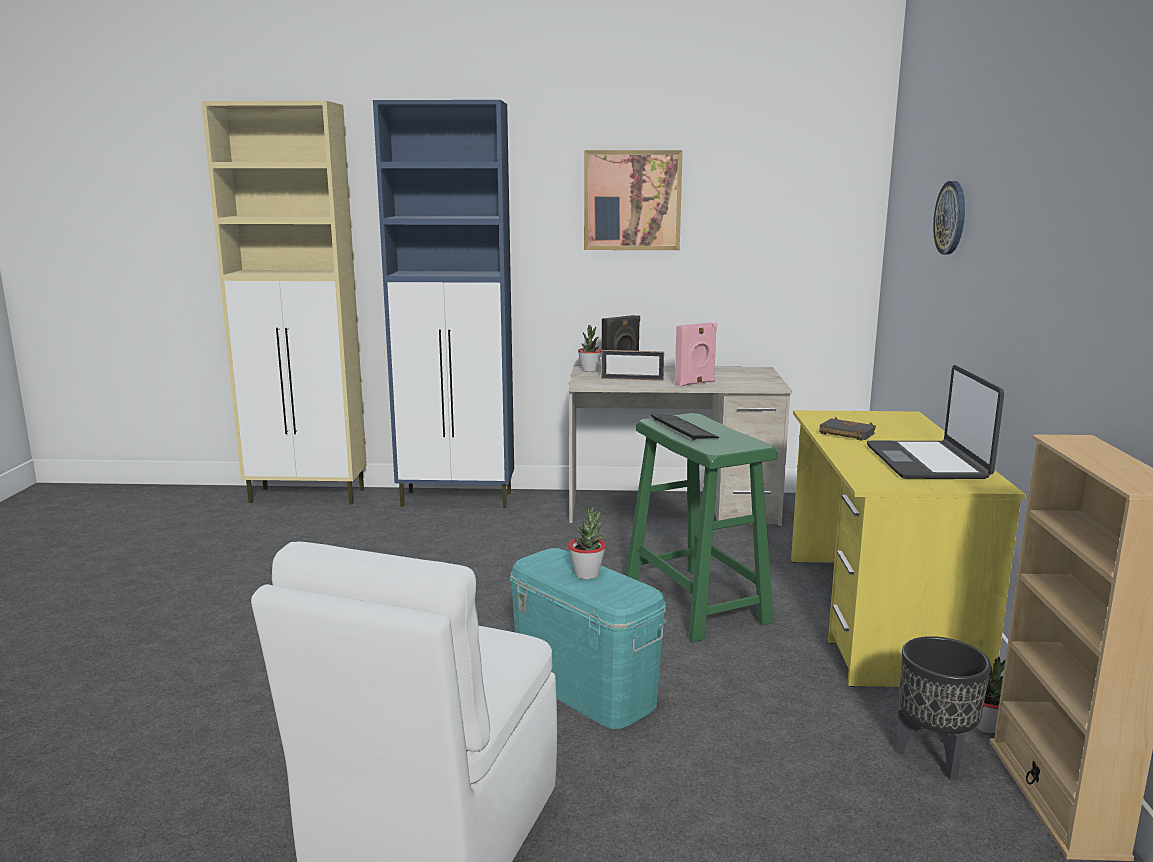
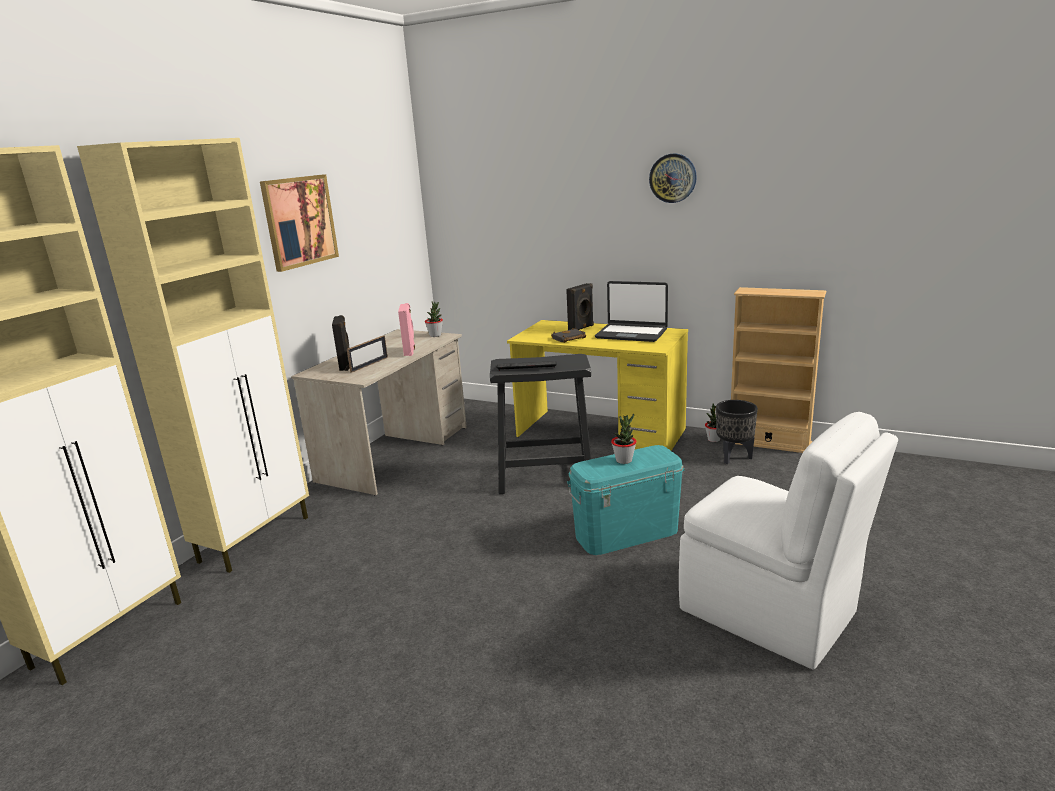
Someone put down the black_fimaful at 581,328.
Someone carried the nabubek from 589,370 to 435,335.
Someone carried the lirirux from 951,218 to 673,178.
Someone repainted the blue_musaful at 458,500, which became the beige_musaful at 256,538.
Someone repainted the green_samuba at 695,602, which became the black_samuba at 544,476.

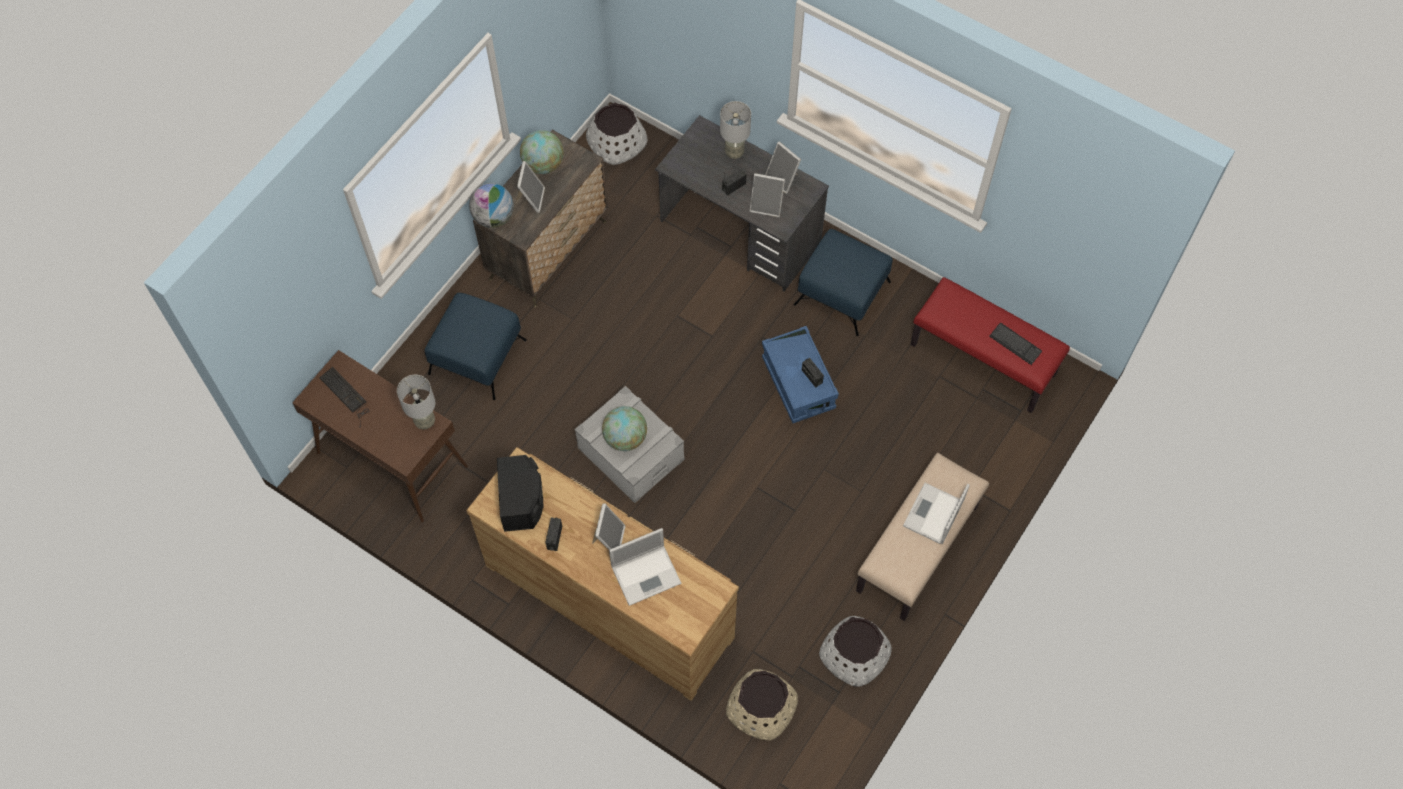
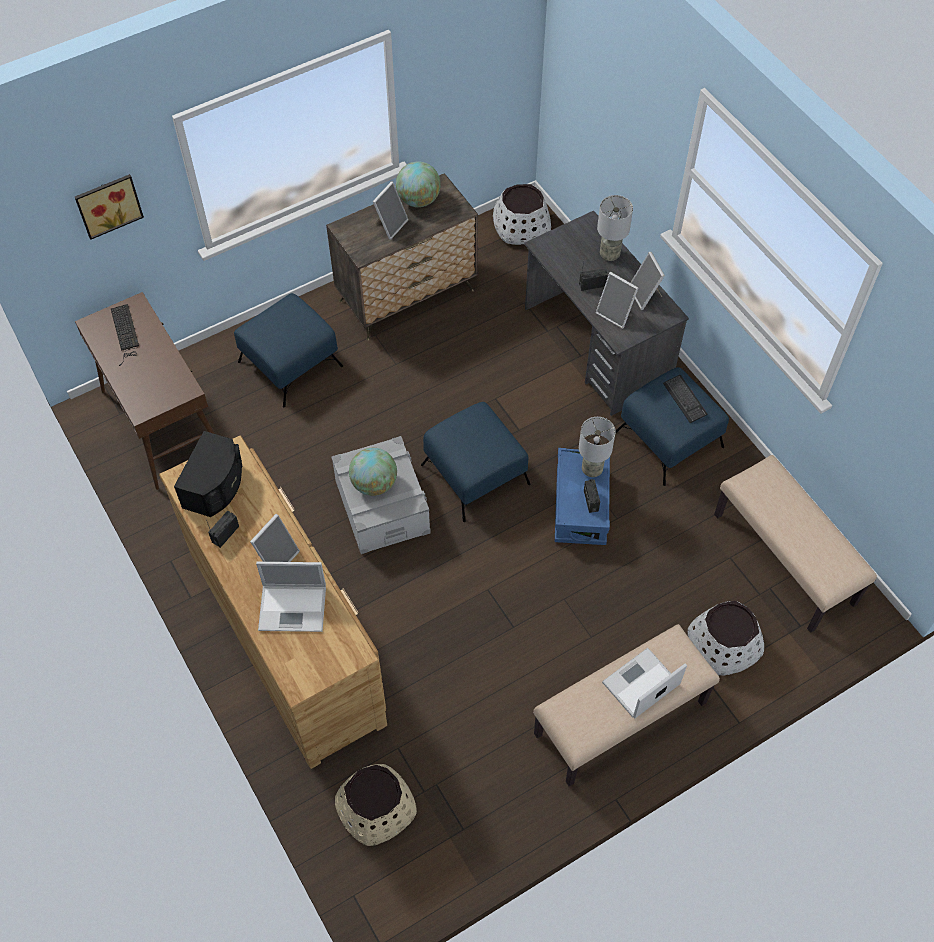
Someone took away the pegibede at 494,217.
Someone put up the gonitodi at 108,204.
Someone put down the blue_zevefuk at 475,475.
Someone carried the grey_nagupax from 424,421 to 591,470.
Someone carried the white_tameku from 854,654 to 723,645.
Someone carried the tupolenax from 1015,344 to 684,399.
Someone repainted the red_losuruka at 983,359, which became the beige_losuruka at 785,559.

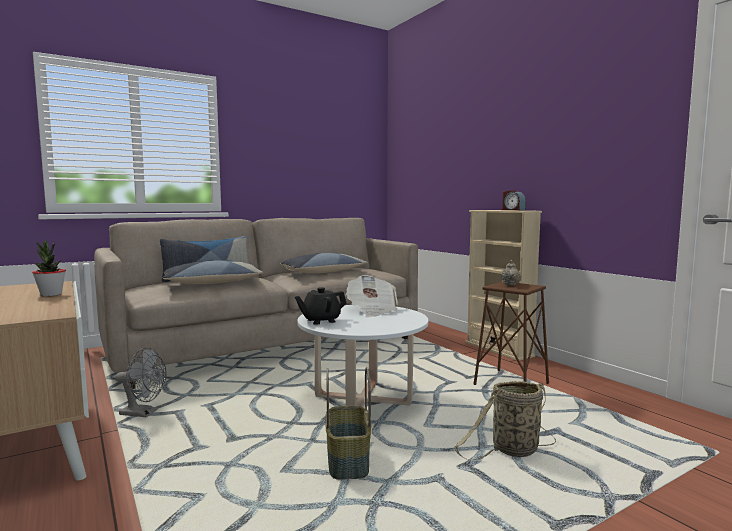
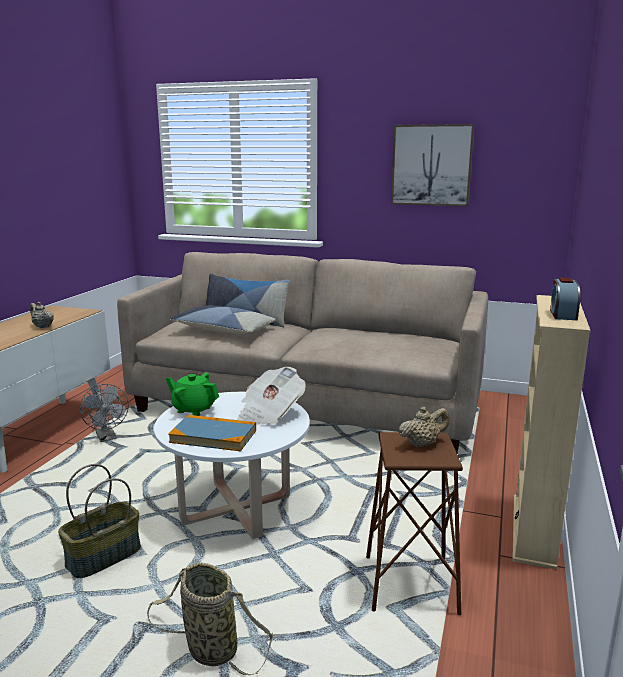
Someone took away the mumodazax at 323,272.
Someone put down the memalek at 213,436.
Someone put up the gonitodi at 431,165.
Someone swapped the nabubek at 51,294 for the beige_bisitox at 42,326.
Someone repainted the black_bisitox at 321,321, which became the green_bisitox at 193,409.

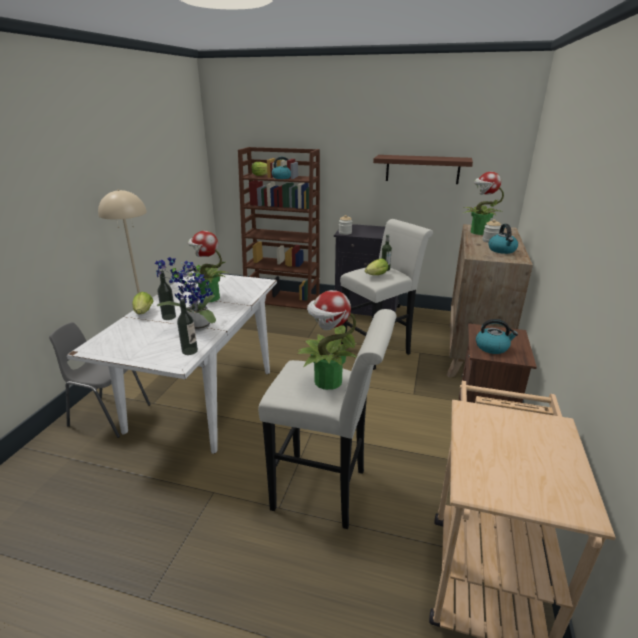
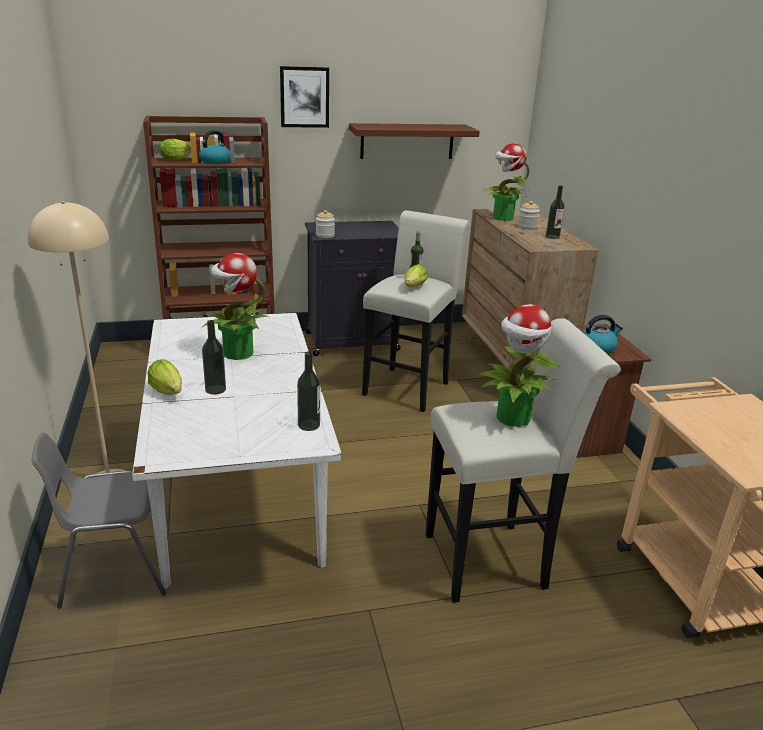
Someone took away the nabubek at 196,327.
Someone put up the gonitodi at 304,97.
Someone swapped the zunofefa at 502,250 for the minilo at 552,237.

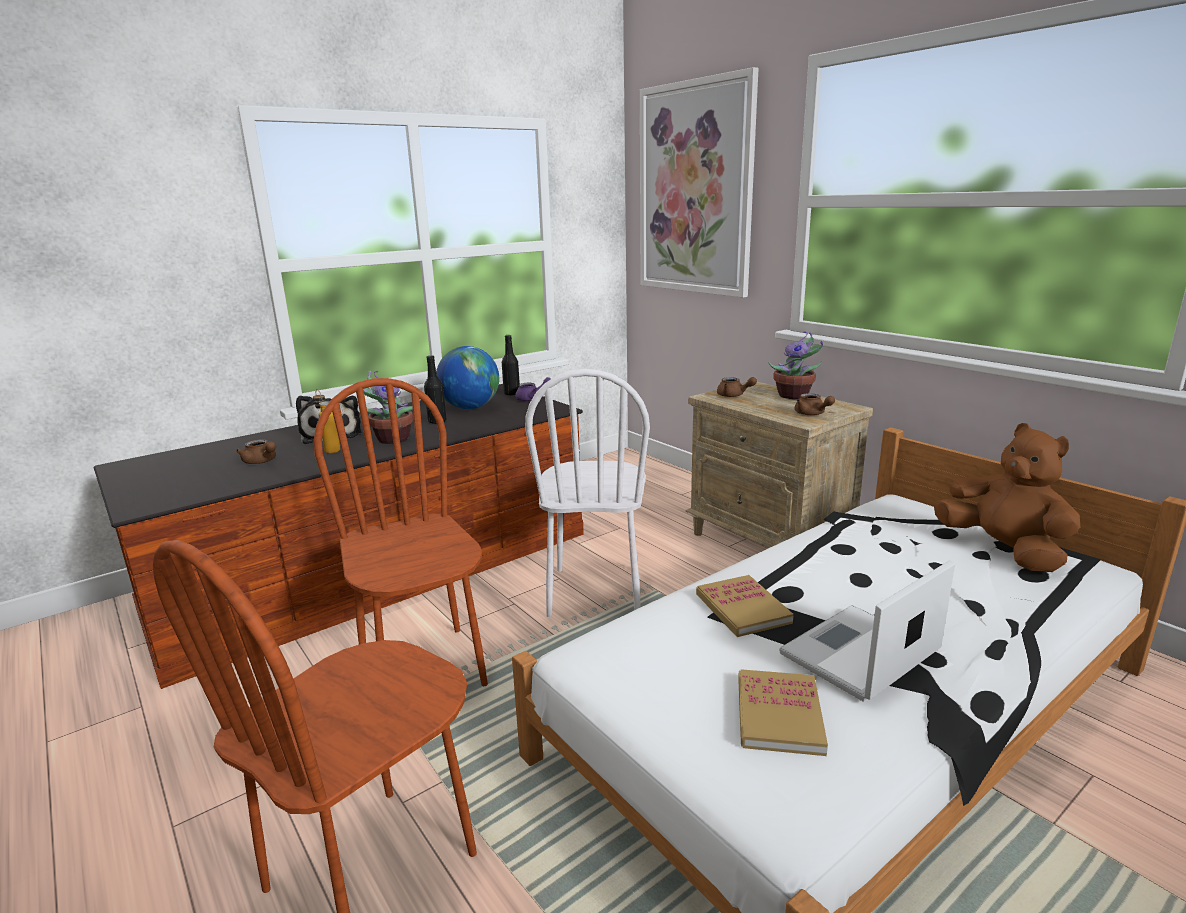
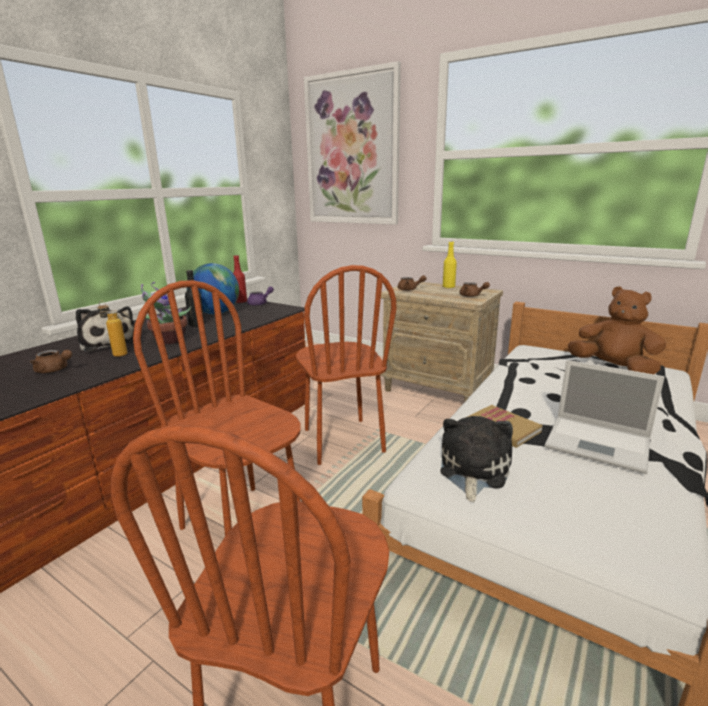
Someone took away the memalek at 779,715.
Someone put down the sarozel at 472,470.
Someone swapped the nabubek at 795,396 for the yellow_minilo at 448,287.
Someone repainted the black_minilo at 512,393, which became the red_minilo at 240,301.
Someone repainted the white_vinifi at 595,592, which became the brown_vinifi at 342,440.
Someone rotated the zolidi at 858,654 by 90 degrees counterclockwise.

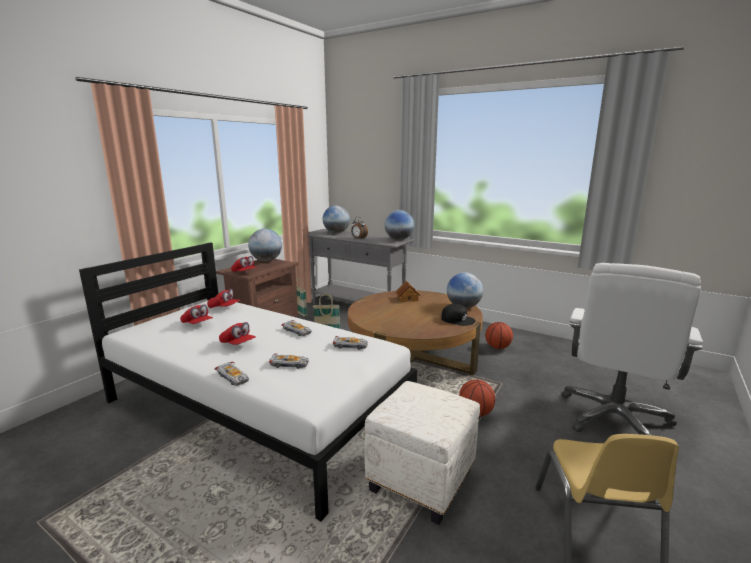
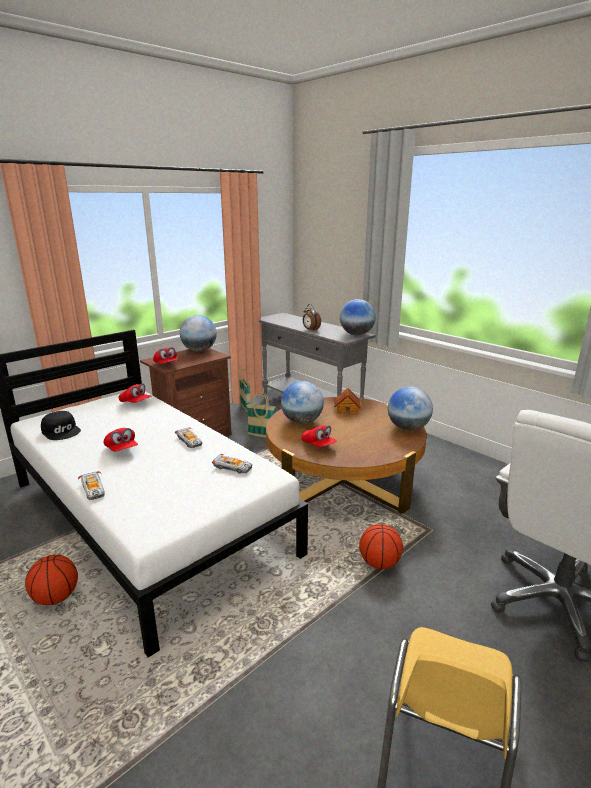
Someone took away the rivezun at 289,364.
Someone took away the white_zevefuk at 421,479.
Someone carried the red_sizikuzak from 197,324 to 318,445.
Someone carried the pegibede from 336,232 to 302,421.
Someone carried the black_sizikuzak from 458,319 to 62,431.
Someone carried the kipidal from 497,347 to 56,597.

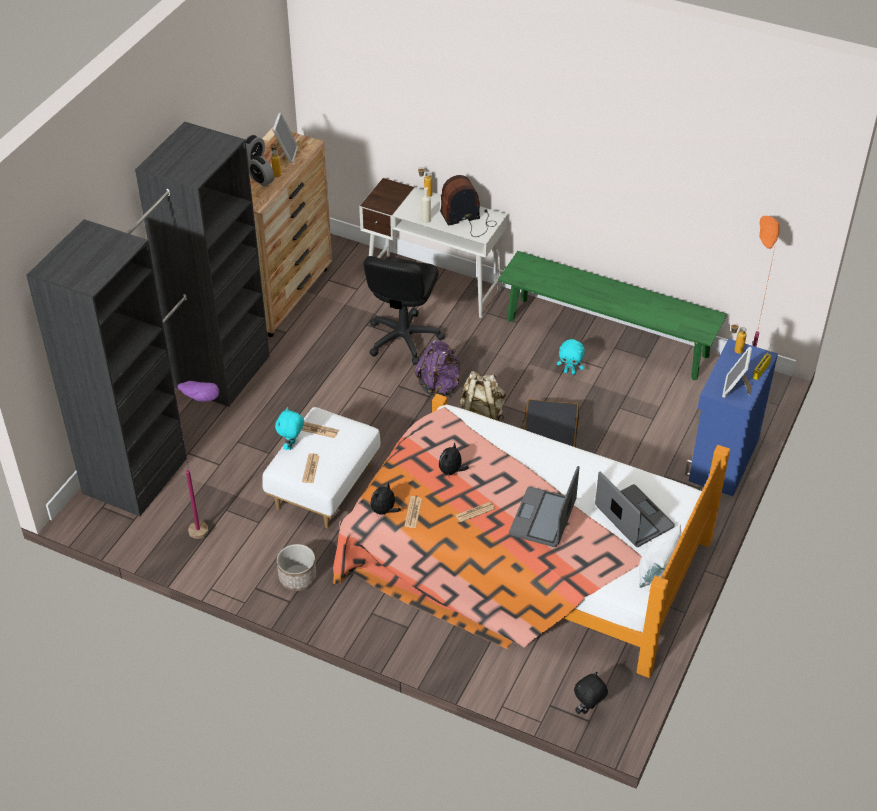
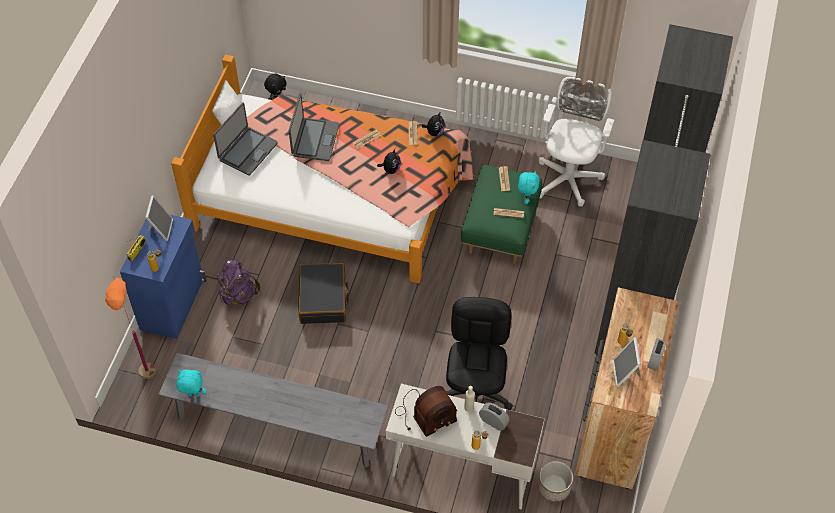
Someone took away the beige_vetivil at 481,414.
Someone carried the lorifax from 261,180 to 493,422.
Someone carried the tameku from 297,578 to 554,488.
Someone carried the purple_vetivil from 439,386 to 238,294.
Someone carried the turquoise_sarozel from 570,372 to 193,395.
Someone swapped the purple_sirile at 215,538 for the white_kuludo at 568,177.
Someone repainted the white_zevefuk at 324,488, which became the green_zevefuk at 499,229.
Someone repainted the green_losuruka at 606,338, which became the grey_losuruka at 278,426.
Someone rotated the zolidi at 633,517 by 105 degrees counterclockwise.

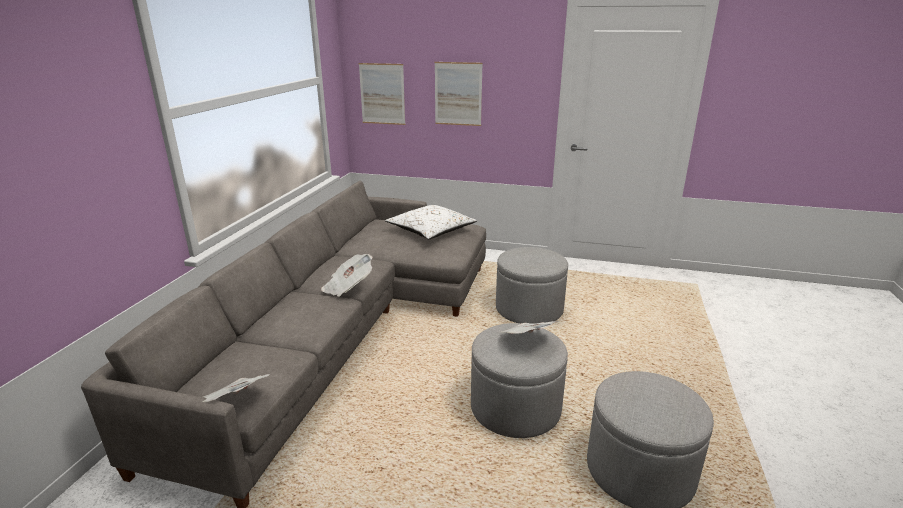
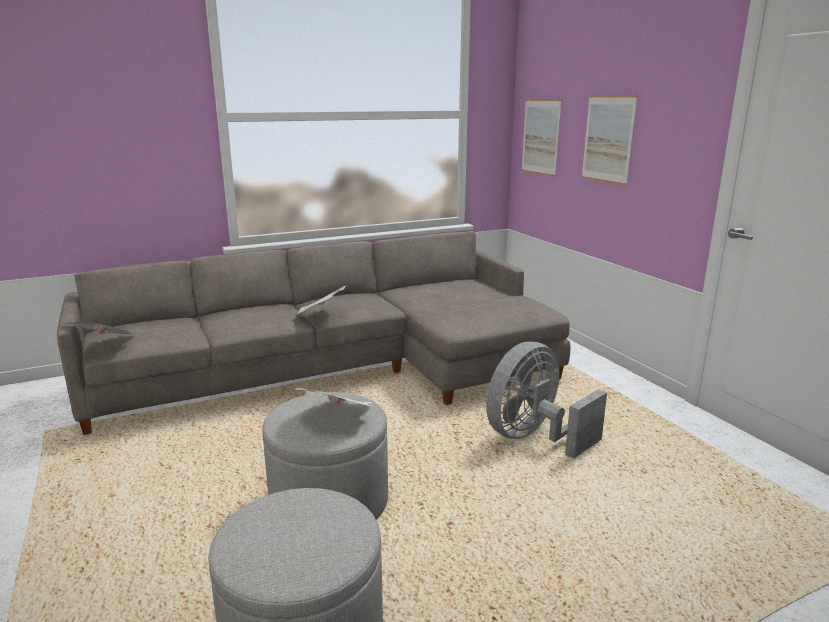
Someone took away the white_mumodazax at 431,231.
Someone swapped the grey_zevefuk at 529,309 for the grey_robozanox at 534,437.

